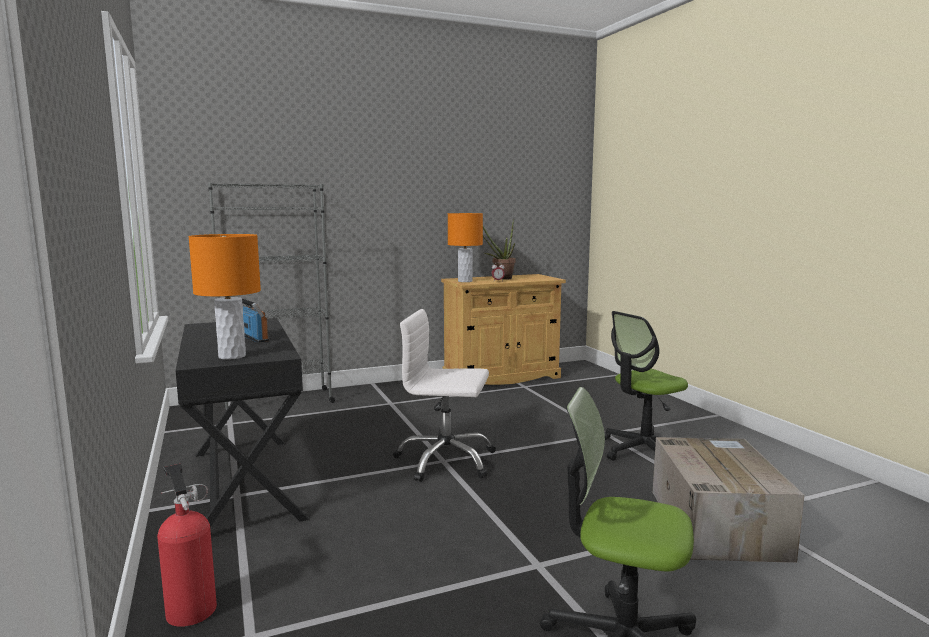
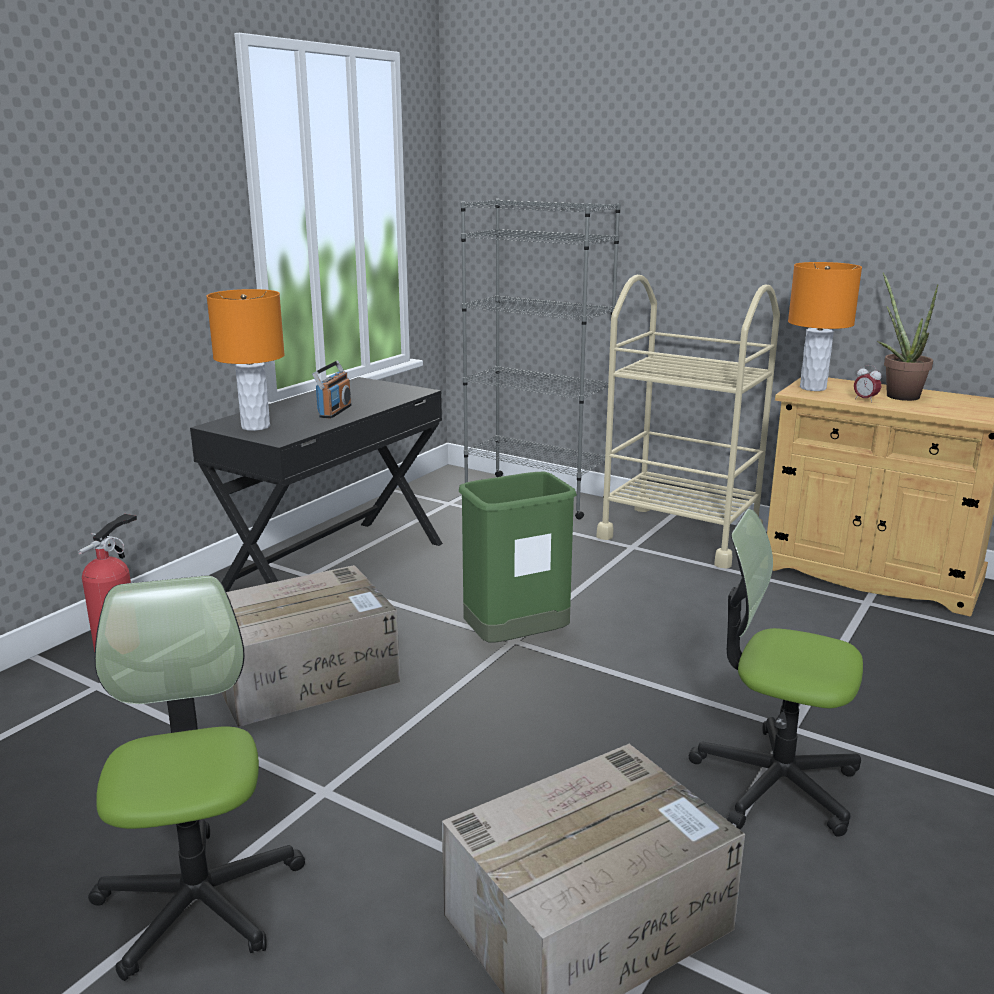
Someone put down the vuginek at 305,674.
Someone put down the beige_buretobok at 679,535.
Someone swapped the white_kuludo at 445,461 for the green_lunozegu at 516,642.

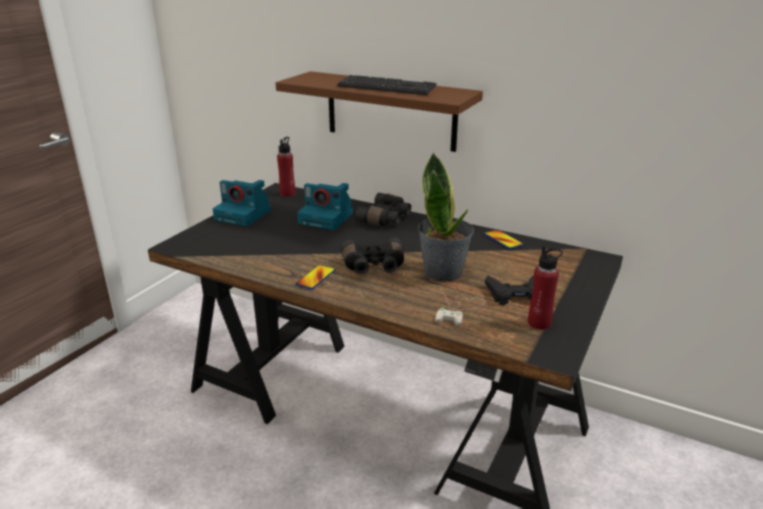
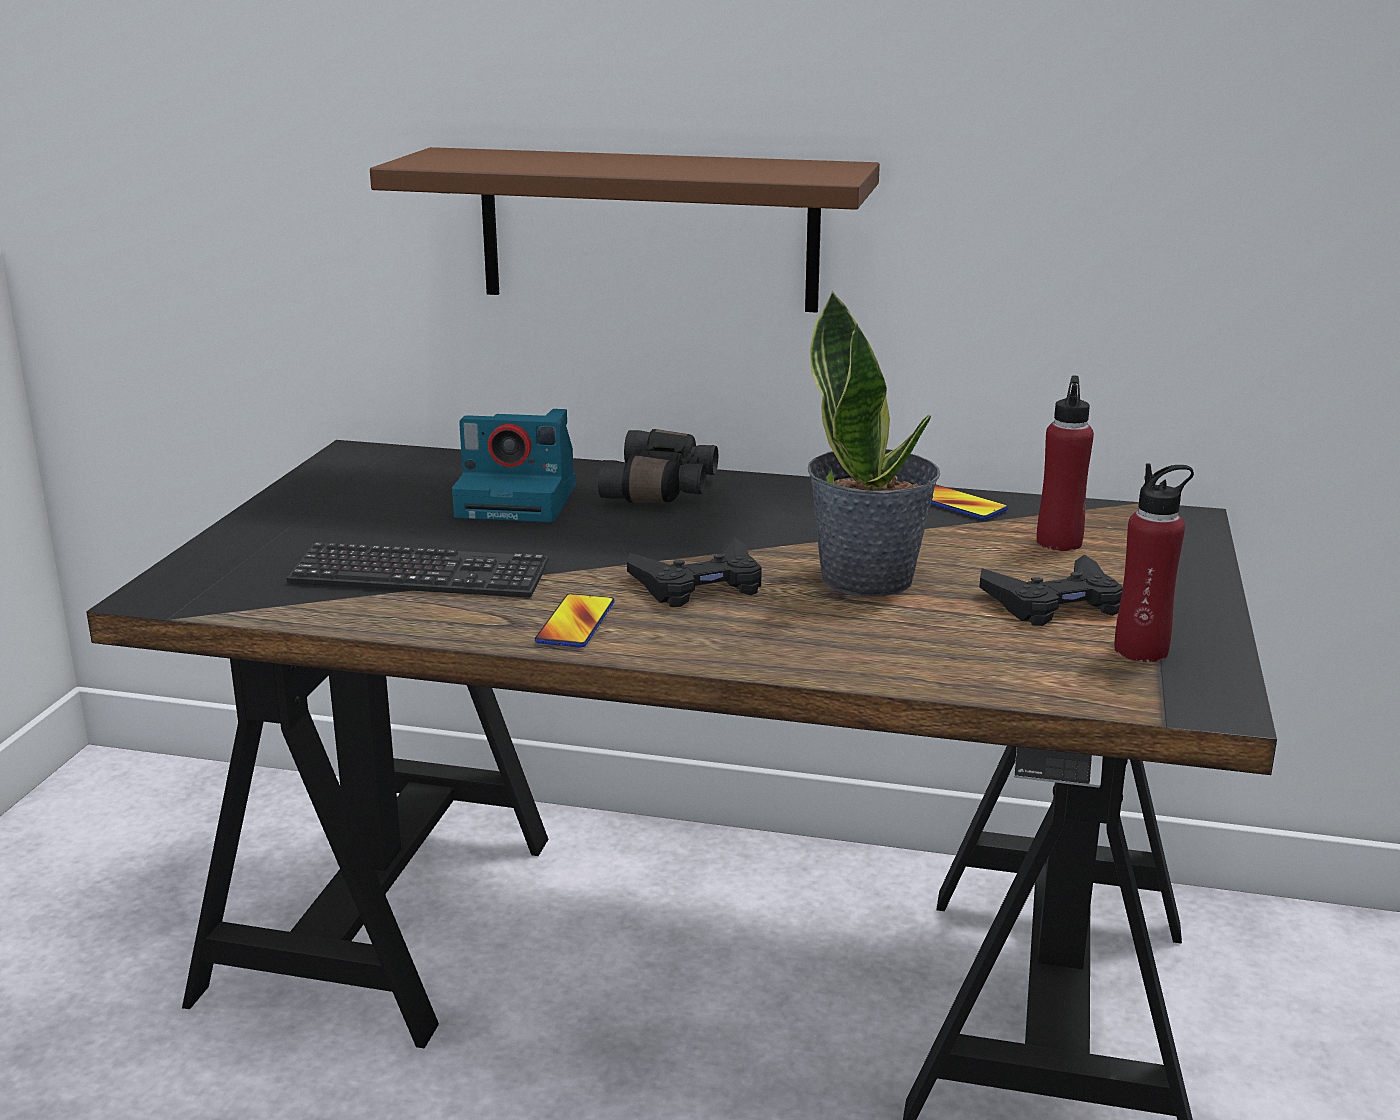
Someone took away the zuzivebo at 244,215.
Someone took away the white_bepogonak at 457,309.
Someone carried the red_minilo from 287,193 to 1059,542.
Someone carried the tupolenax from 386,87 to 419,576.
Someone swapped the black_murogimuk at 373,266 for the black_bepogonak at 699,585.

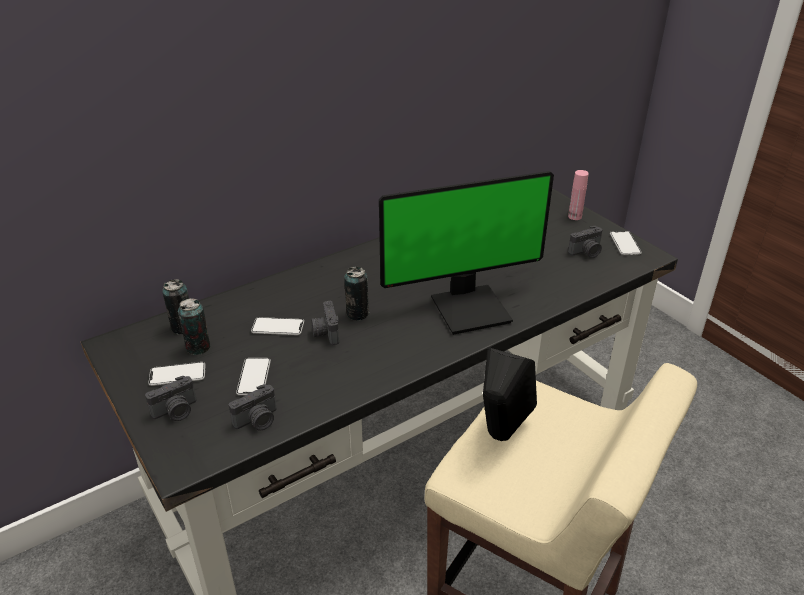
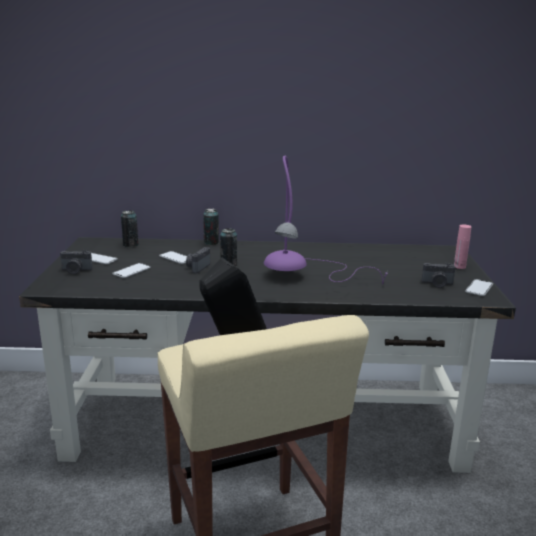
Someone took away the zuzivebo at 258,421.
Someone carried the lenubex from 198,347 to 211,243.
Someone swapped the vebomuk at 470,308 for the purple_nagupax at 303,283.

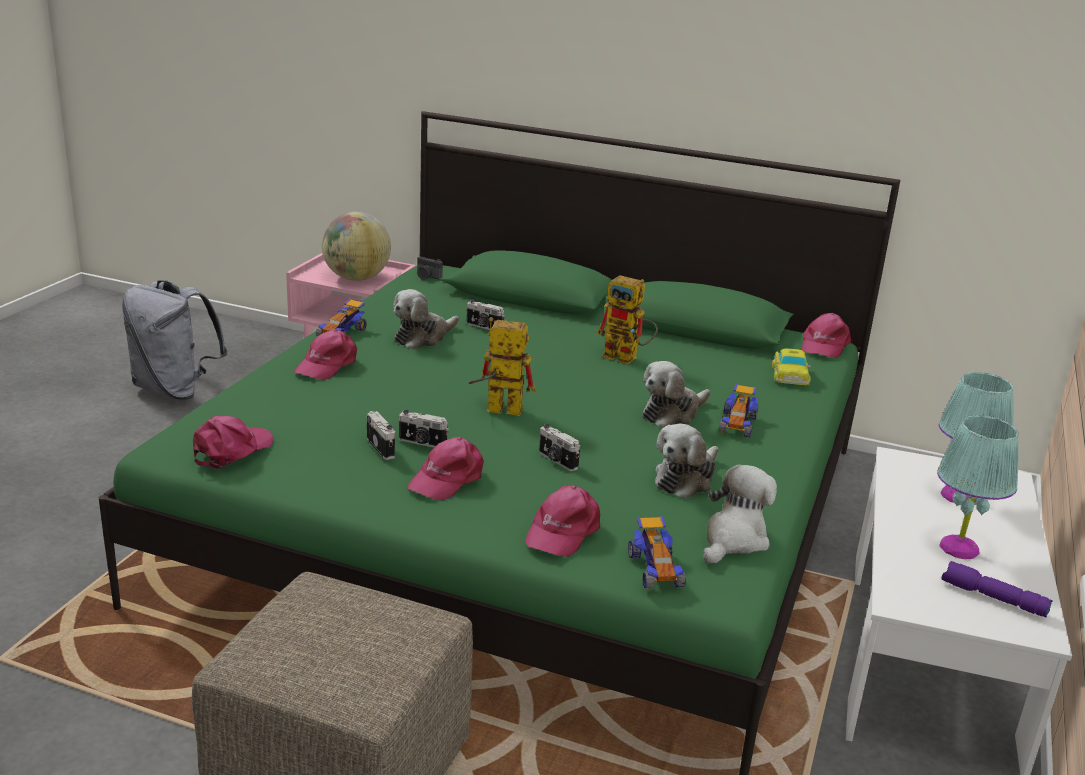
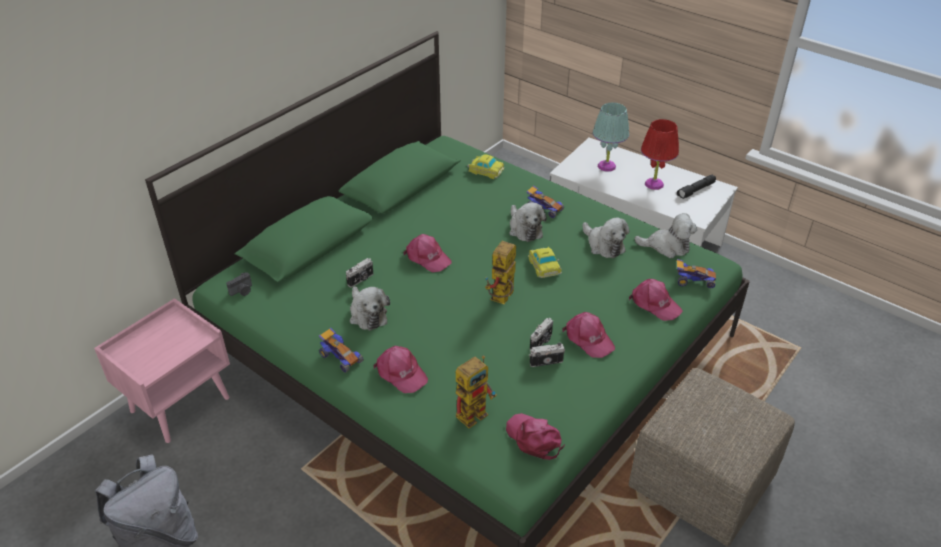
Someone took away the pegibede at 356,278.
Someone took away the zuzivebo at 557,461.
Someone put down the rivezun at 544,265.
Someone carried the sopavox from 627,358 to 475,411.
Someone carried the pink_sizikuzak from 824,345 to 427,258.
Someone repainted the turquoise_nagupax at 958,547, which became the red_nagupax at 653,184.
Someone repainted the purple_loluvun at 992,598, which became the black_loluvun at 696,191.
Someone rotated the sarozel at 733,539 by 135 degrees clockwise.

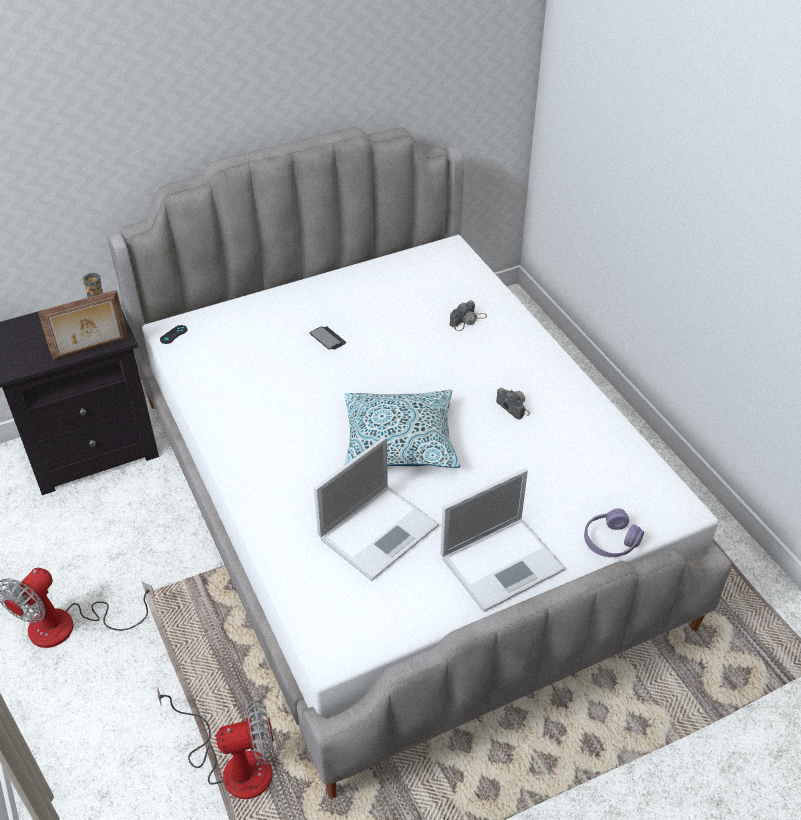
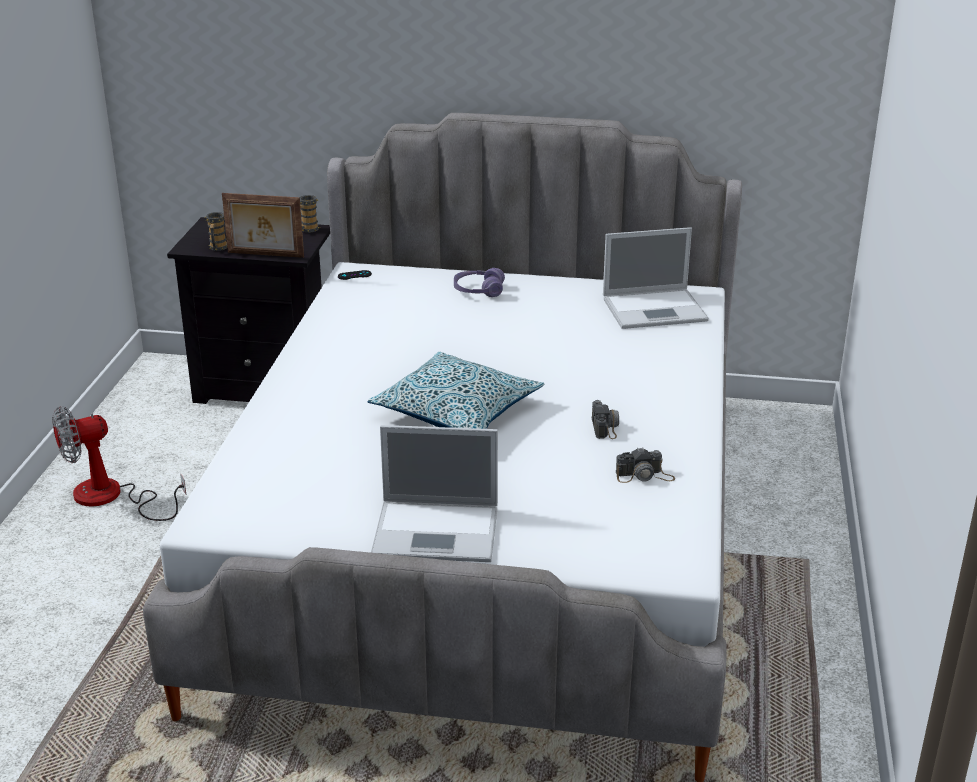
Someone took away the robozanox at 234,764.
Someone took away the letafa at 327,339.
Someone put down the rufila at 217,248.
Someone carried the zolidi from 379,530 to 656,309.
Someone carried the zuzivebo from 468,320 to 644,476.
Someone carried the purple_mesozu from 610,541 to 478,291.

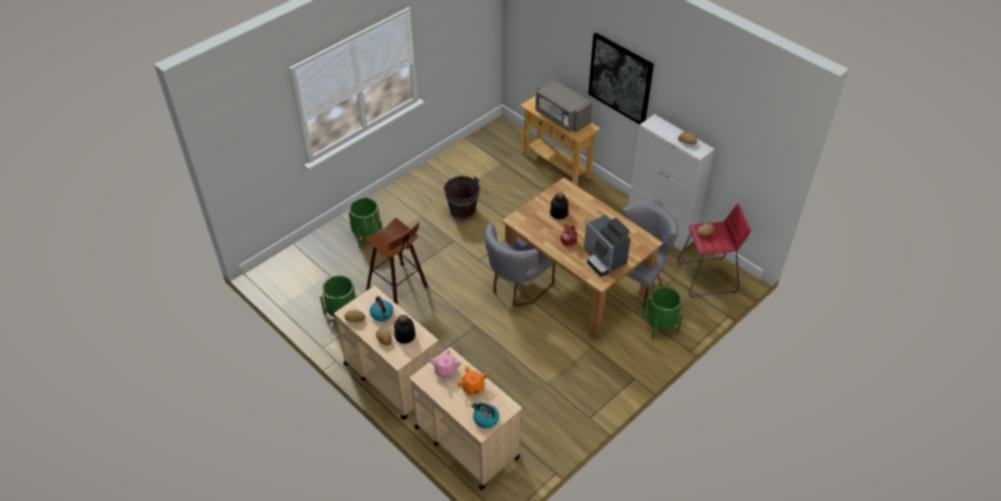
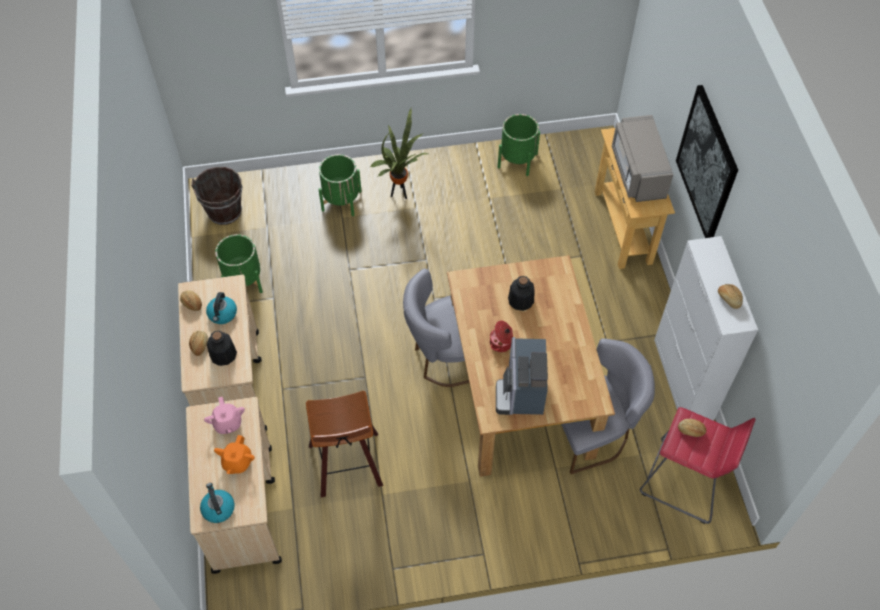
Someone put down the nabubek at 400,193.
Someone carried the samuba from 399,288 to 348,467.
Someone carried the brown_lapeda from 462,211 to 225,212.
Someone carried the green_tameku from 660,325 to 517,160.
Someone rotated the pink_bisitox at 445,371 by 60 degrees counterclockwise.

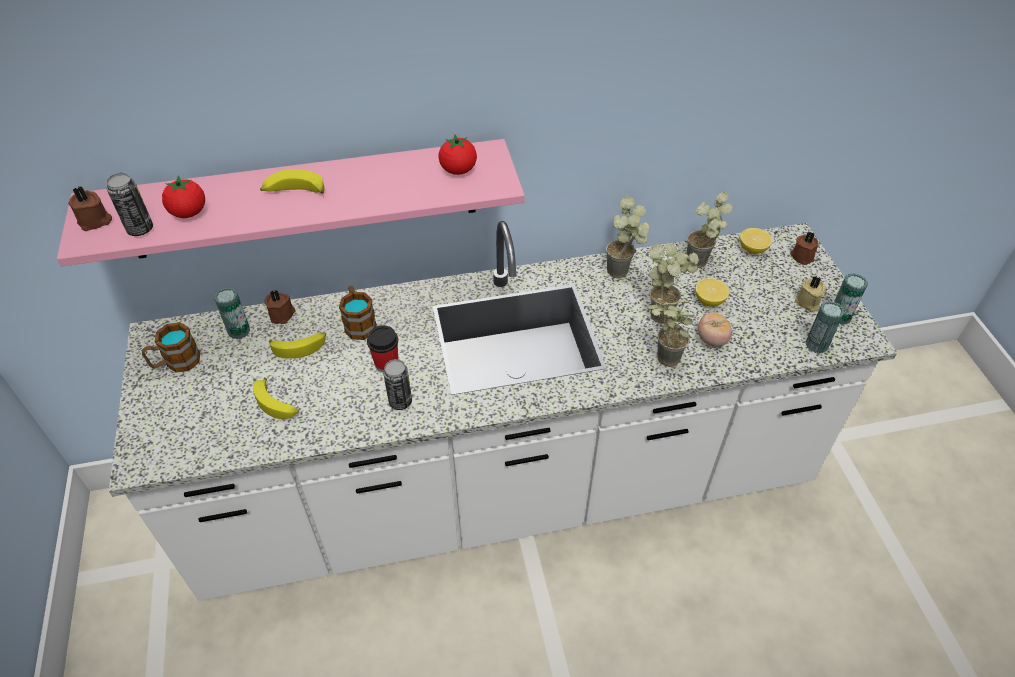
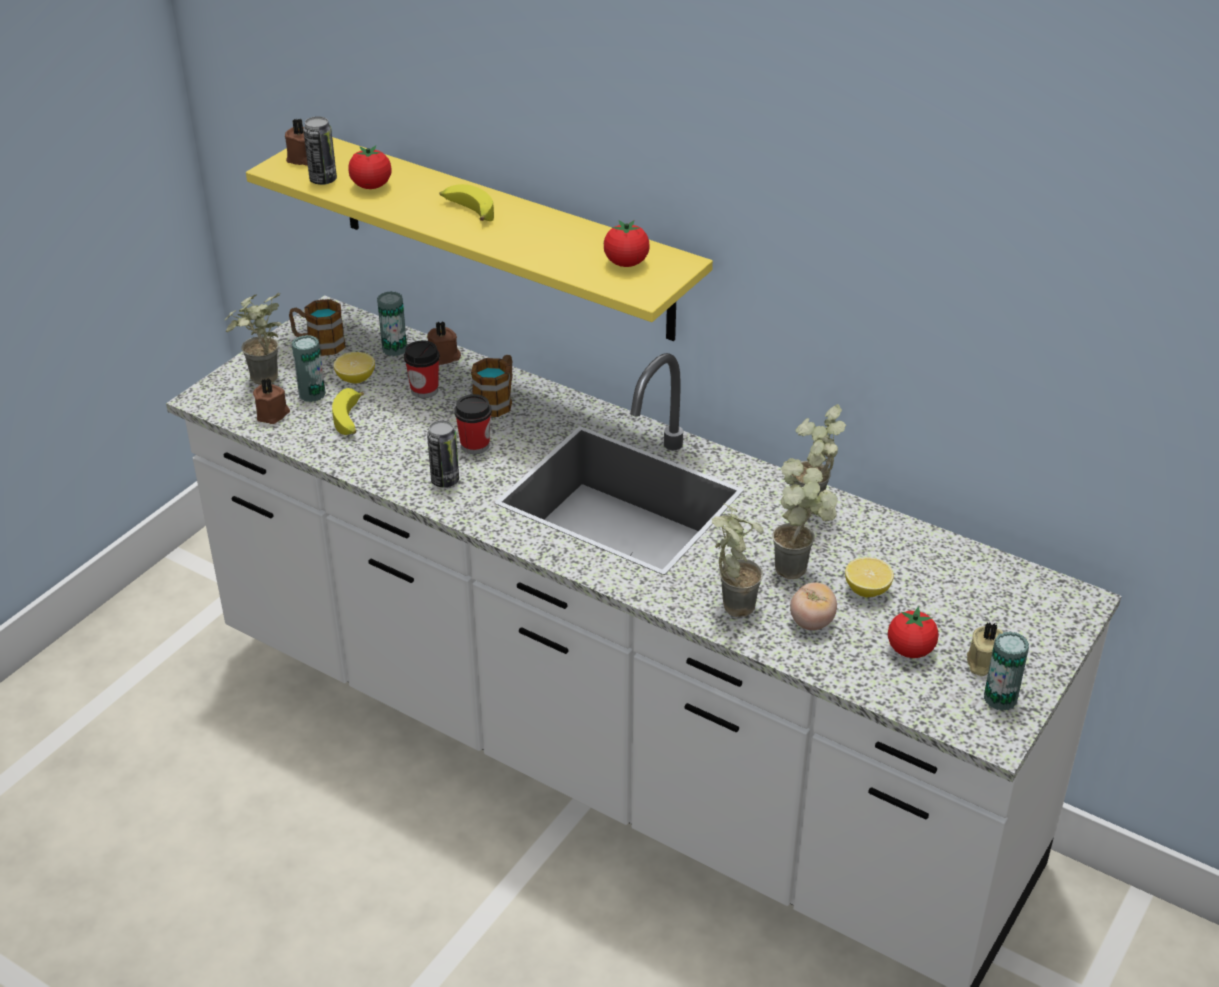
Someone put down the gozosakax at 910,650.
Someone carried the nabubek from 701,265 to 261,383.
Someone carried the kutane from 752,249 to 356,379.
Someone carried the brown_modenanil from 802,256 to 273,414.
Someone carried the lenubex from 816,344 to 312,394.
Someone swapped the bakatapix at 300,347 for the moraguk at 424,390.
Someone repainted the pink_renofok at 304,200, which became the yellow_renofok at 503,236.

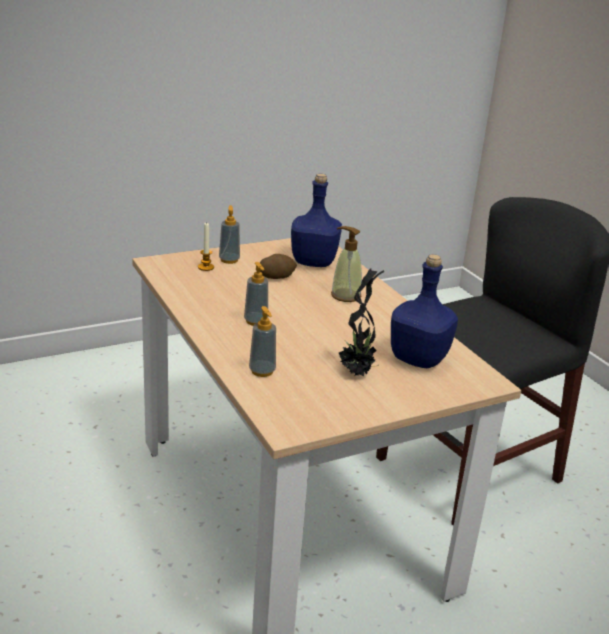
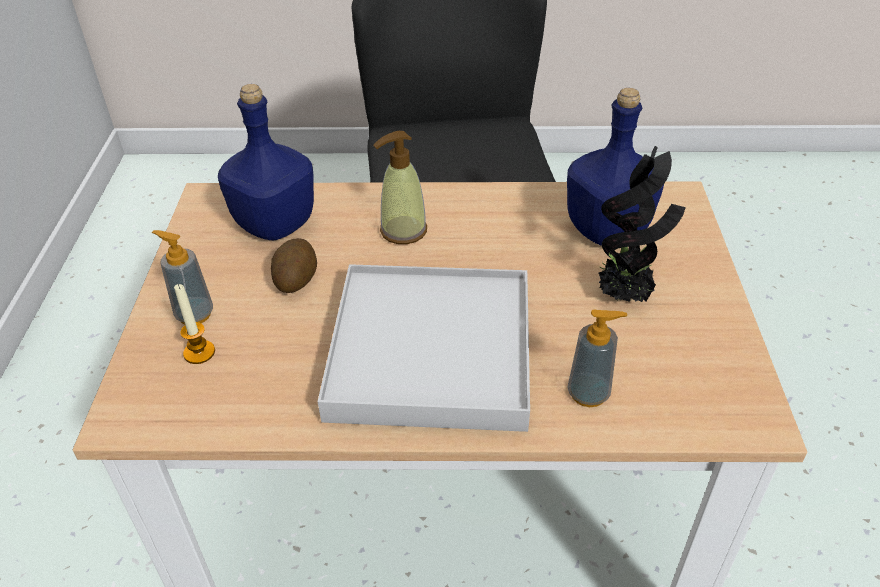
Someone swapped the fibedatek at 256,321 for the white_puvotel at 430,351.

